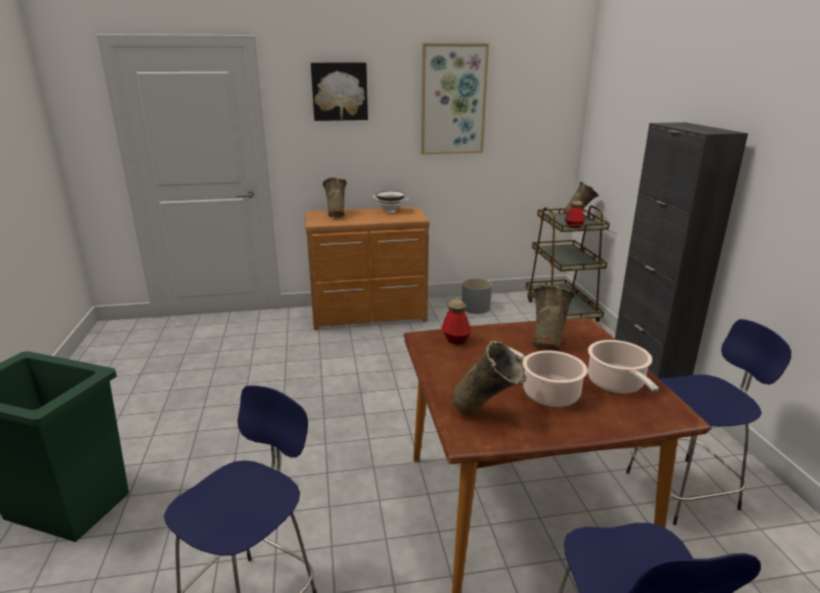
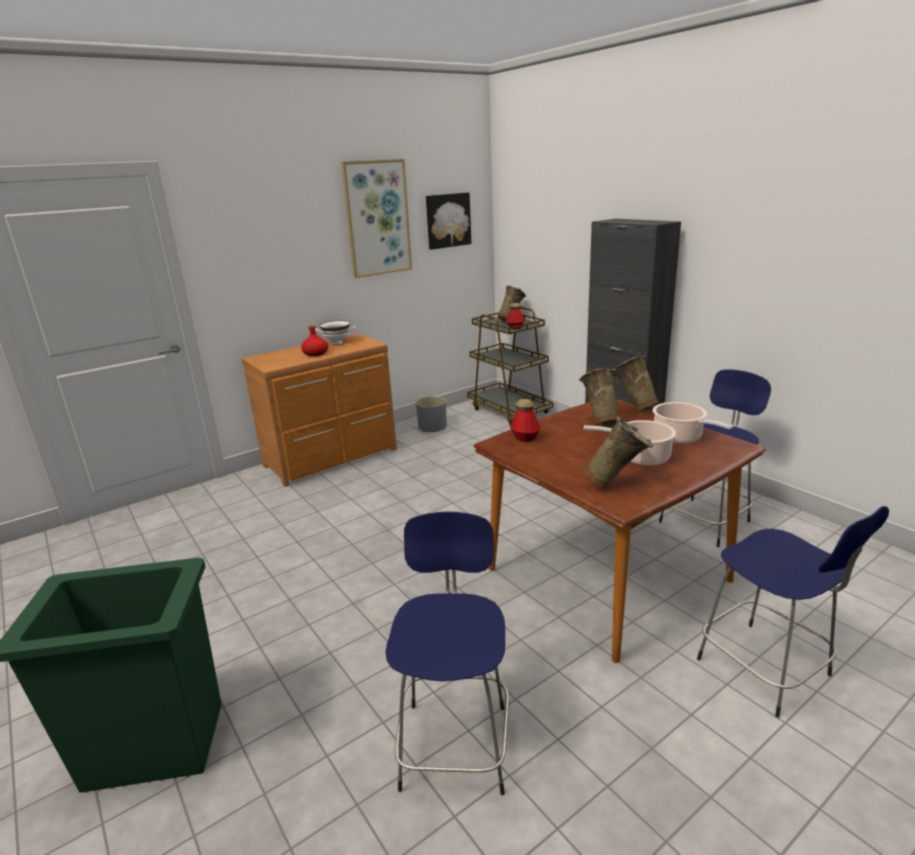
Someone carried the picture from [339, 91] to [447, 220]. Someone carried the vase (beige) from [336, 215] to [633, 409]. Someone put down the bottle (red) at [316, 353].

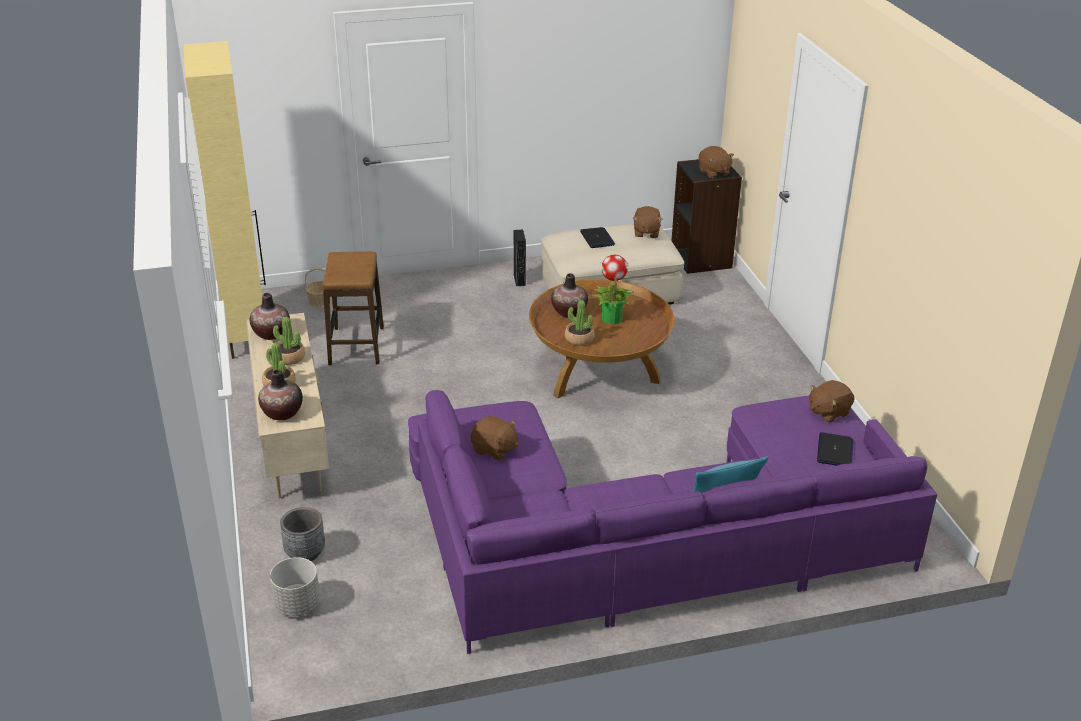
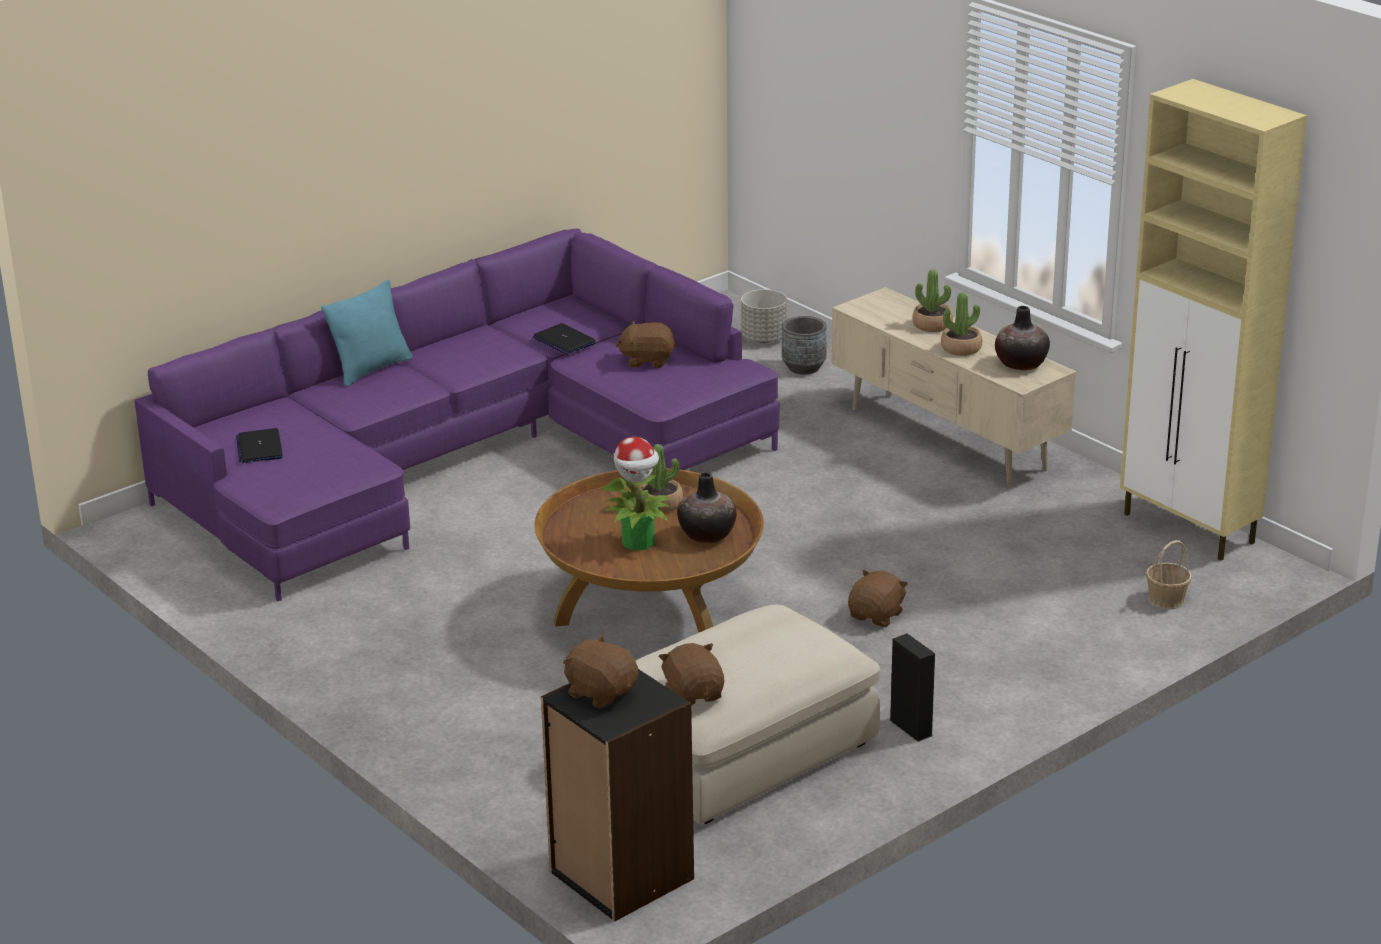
Someone carried the laptop from [597, 238] to [564, 341]. Someone took away the stool at [356, 346]. Someone took away the vase at [282, 413]. Someone carried the plush toy (brown) from [828, 412] to [877, 616].

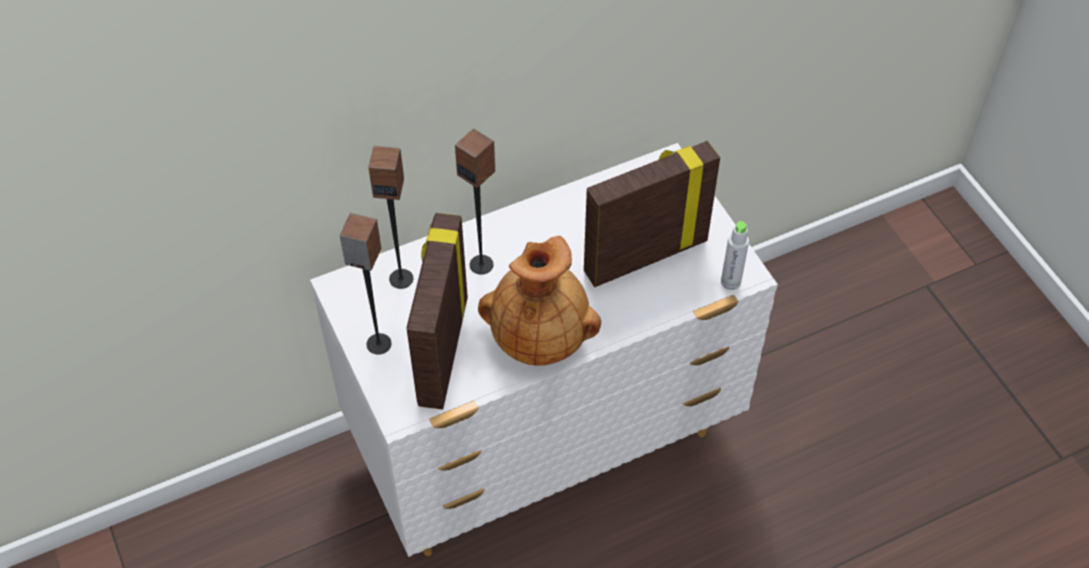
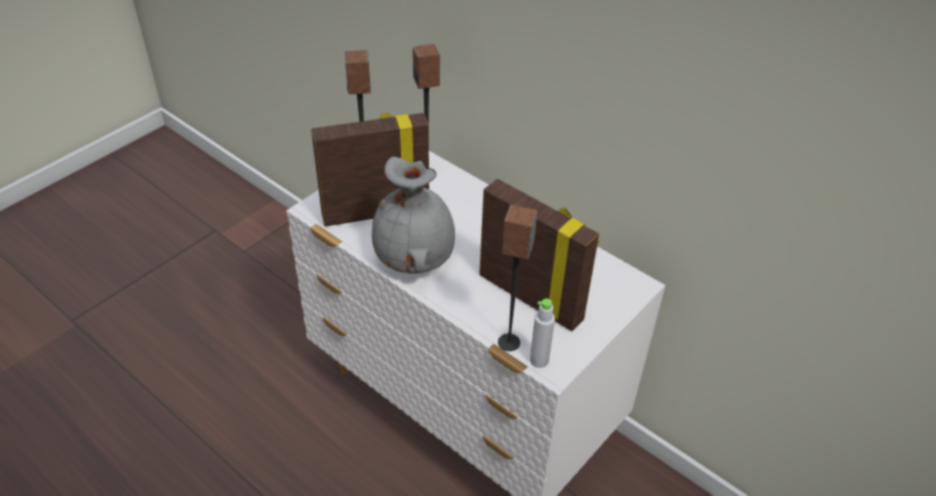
Someone carried the speaker from [481, 264] to [509, 342]. Someone repainted the vase (brown) at [540, 337], which became the vase (grey) at [415, 259].

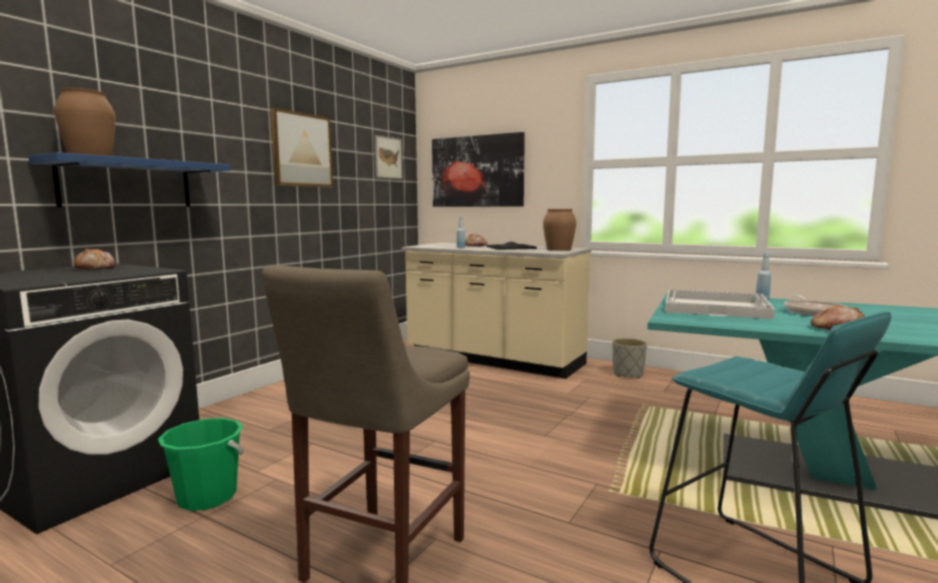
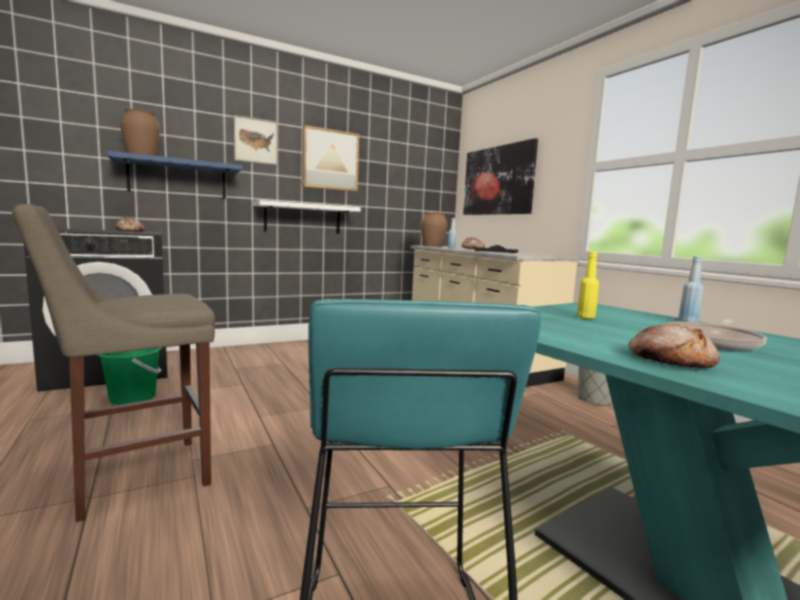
Someone carried the picture from [388, 157] to [256, 141]. Someone carried the vase (brown) from [558, 249] to [432, 246]. Someone swapped the tray (white) at [716, 307] for the bottle (yellow) at [585, 317]. Someone put up the shelf (white) at [303, 218].

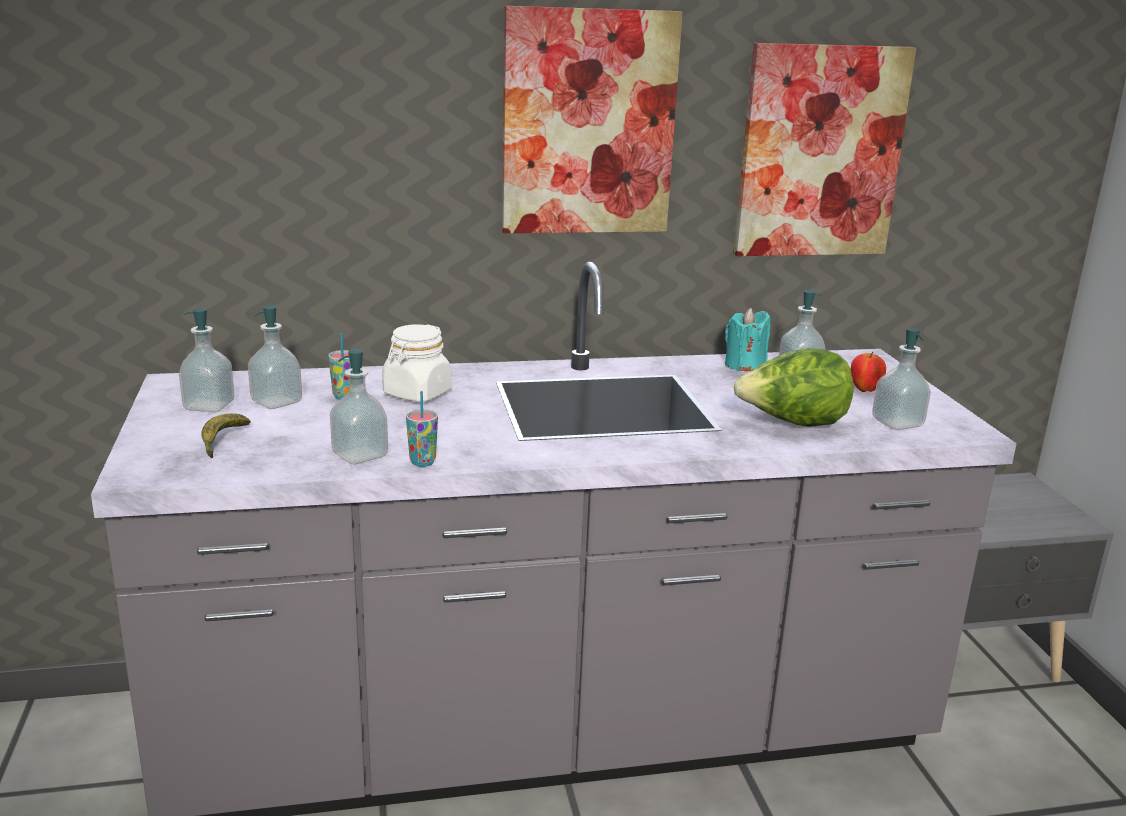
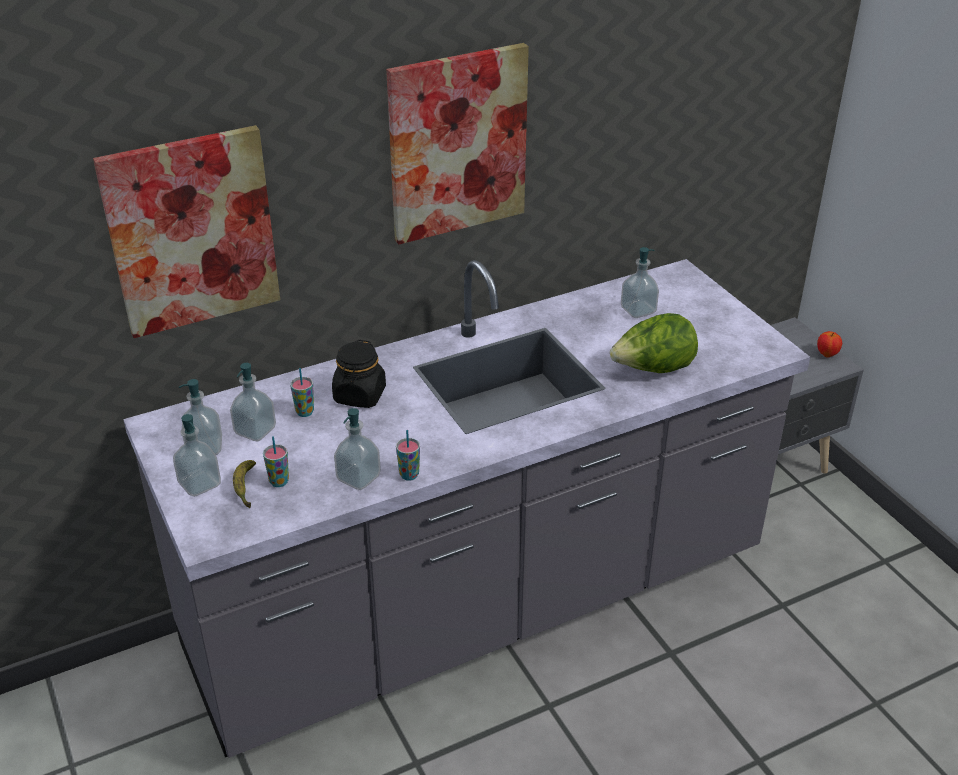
Someone carried the picture from [820, 152] to [191, 231]. Someone took away the candle (turquoise) at [745, 365]. Someone repainted the jar (white) at [417, 393], which became the jar (black) at [359, 395]. Someone carried the soap dispenser from [897, 423] to [200, 484]. Someone carried the apple from [865, 390] to [827, 354]. Someone put down the cup at [279, 482].

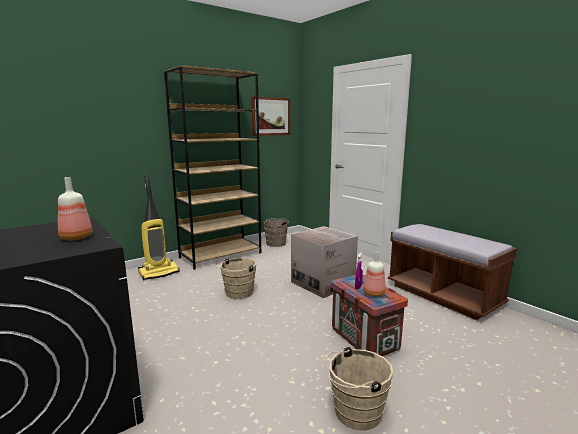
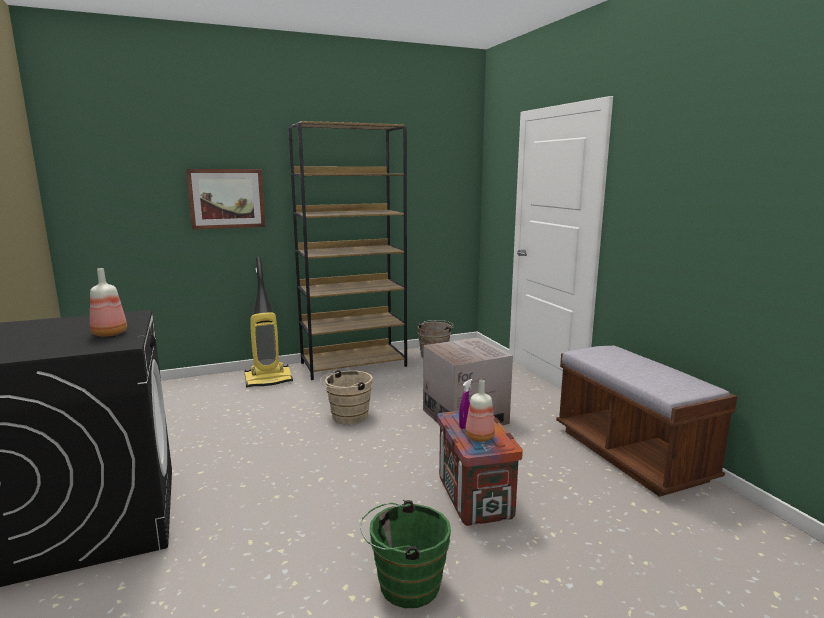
Someone carried the picture from [271, 116] to [226, 198]. Someone repainted the bucket (beige) at [354, 412], which became the bucket (green) at [404, 585].

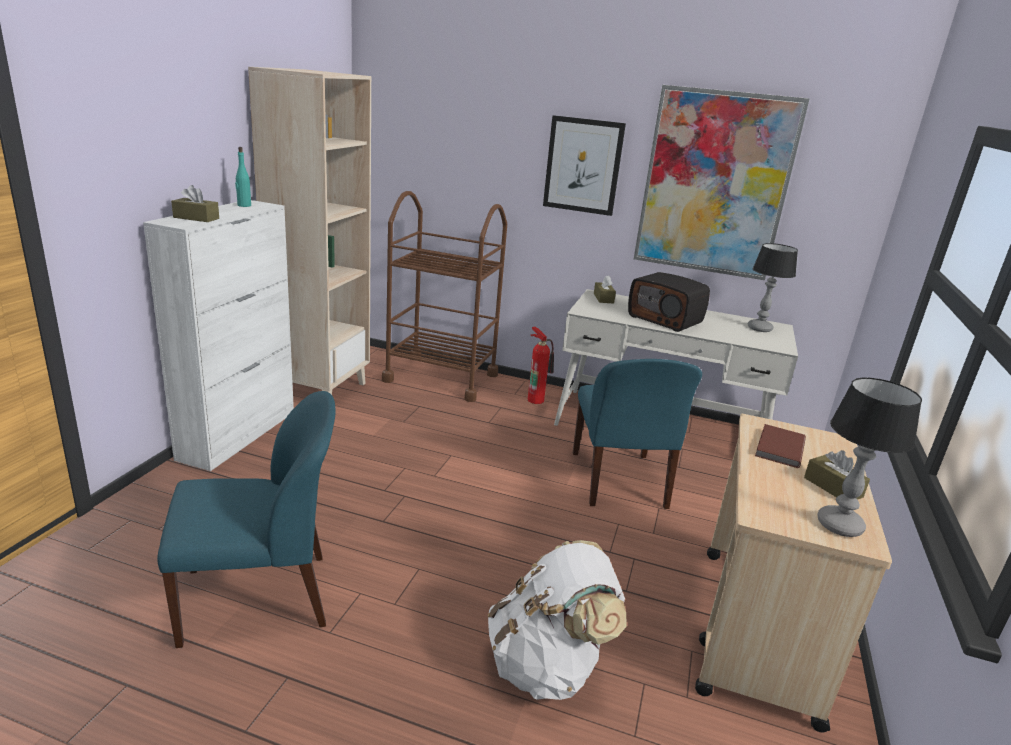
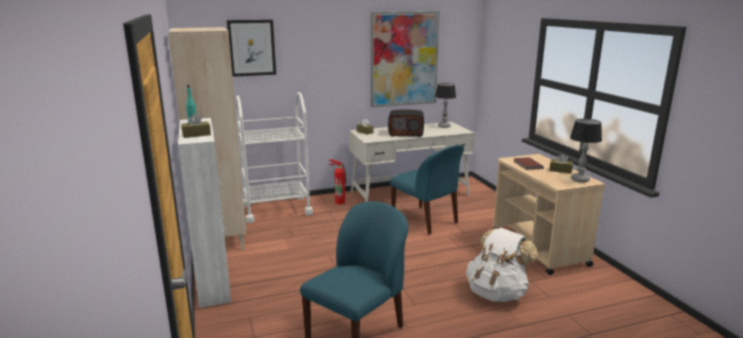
Someone carried the picture from [583, 165] to [252, 48]. Someone repainted the cart (brown) at [441, 377], which became the cart (white) at [276, 209].

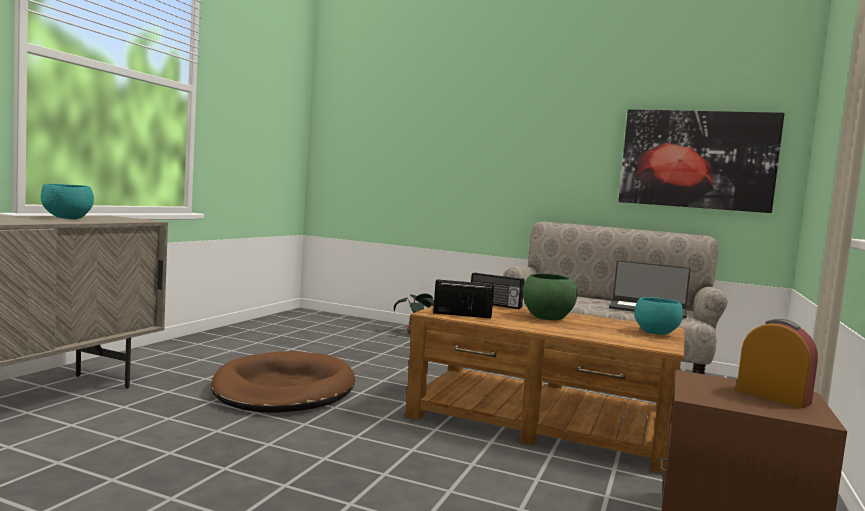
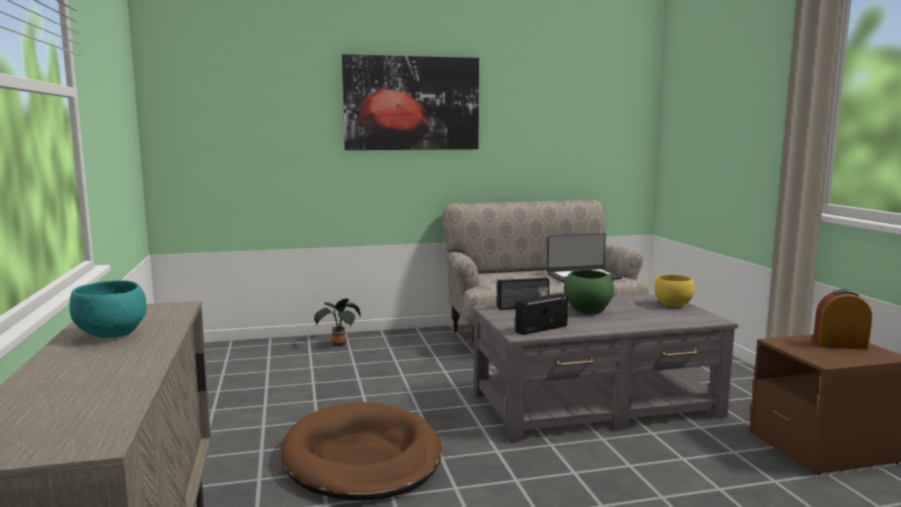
Someone carried the picture from [697, 159] to [411, 103]. Someone repainted the bowl (turquoise) at [654, 333], which became the bowl (yellow) at [672, 305]. Someone repainted the coffee table (brown) at [542, 422], which became the coffee table (grey) at [596, 404].

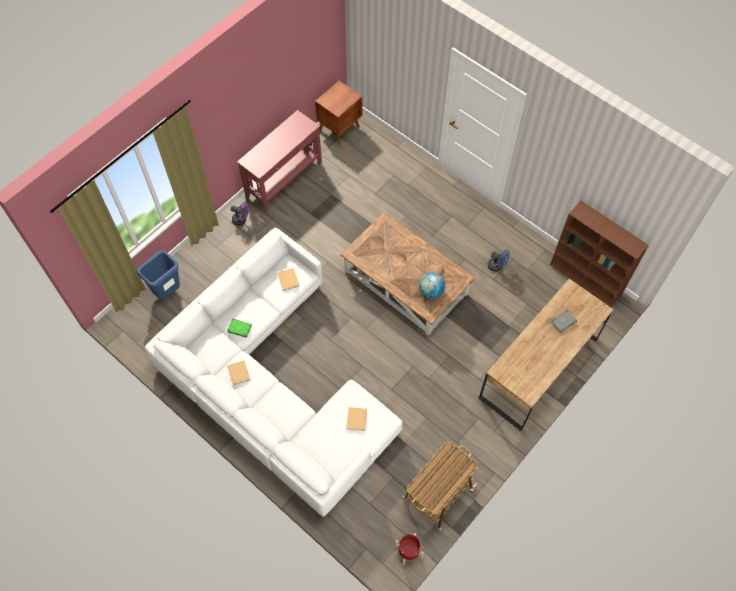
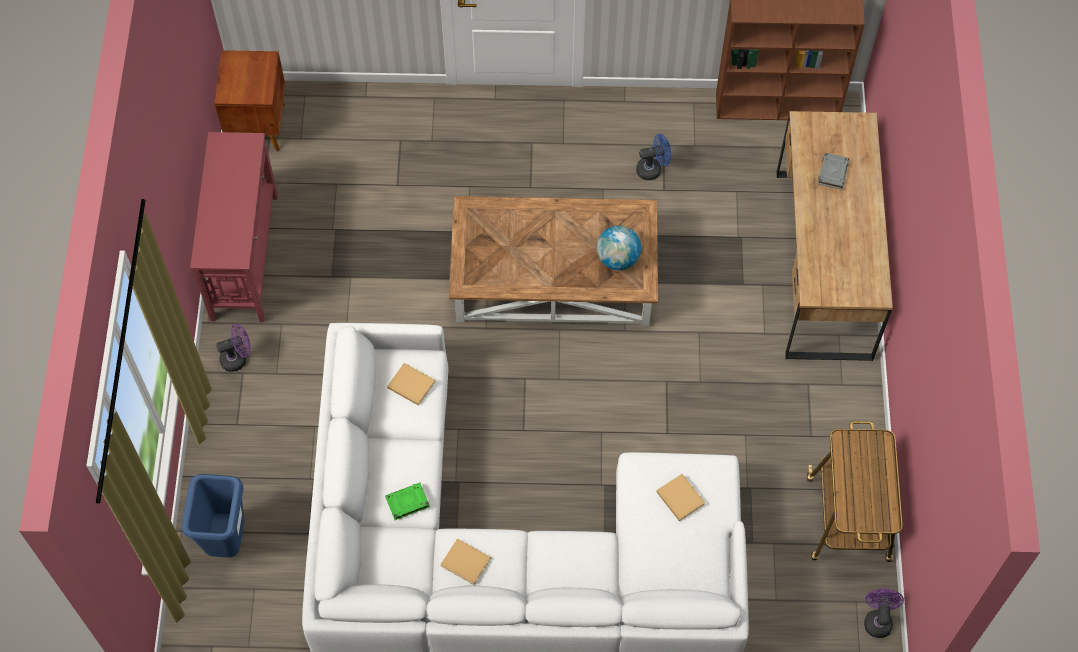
Someone swapped the planter (red) at [408, 552] for the fan (purple) at [877, 619].

